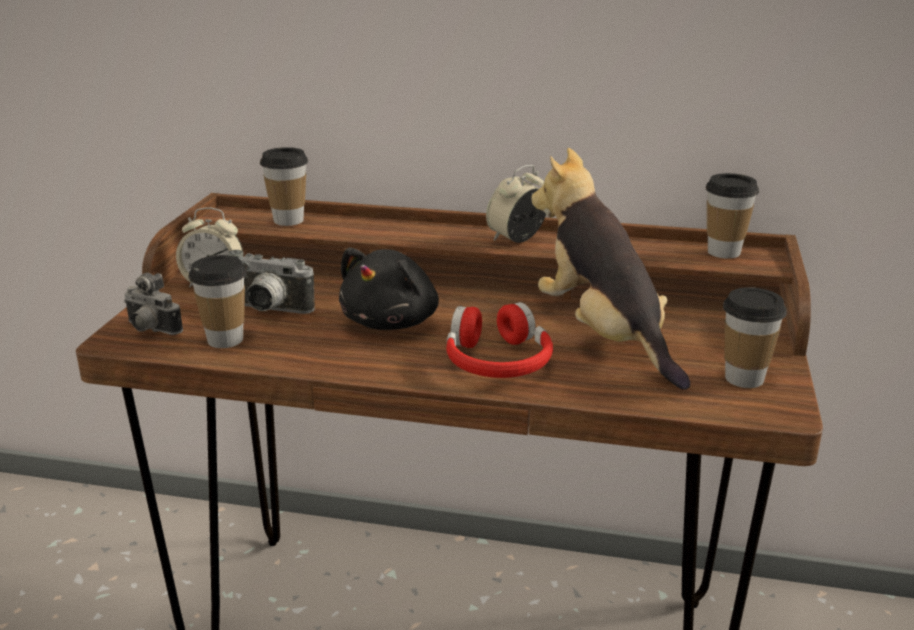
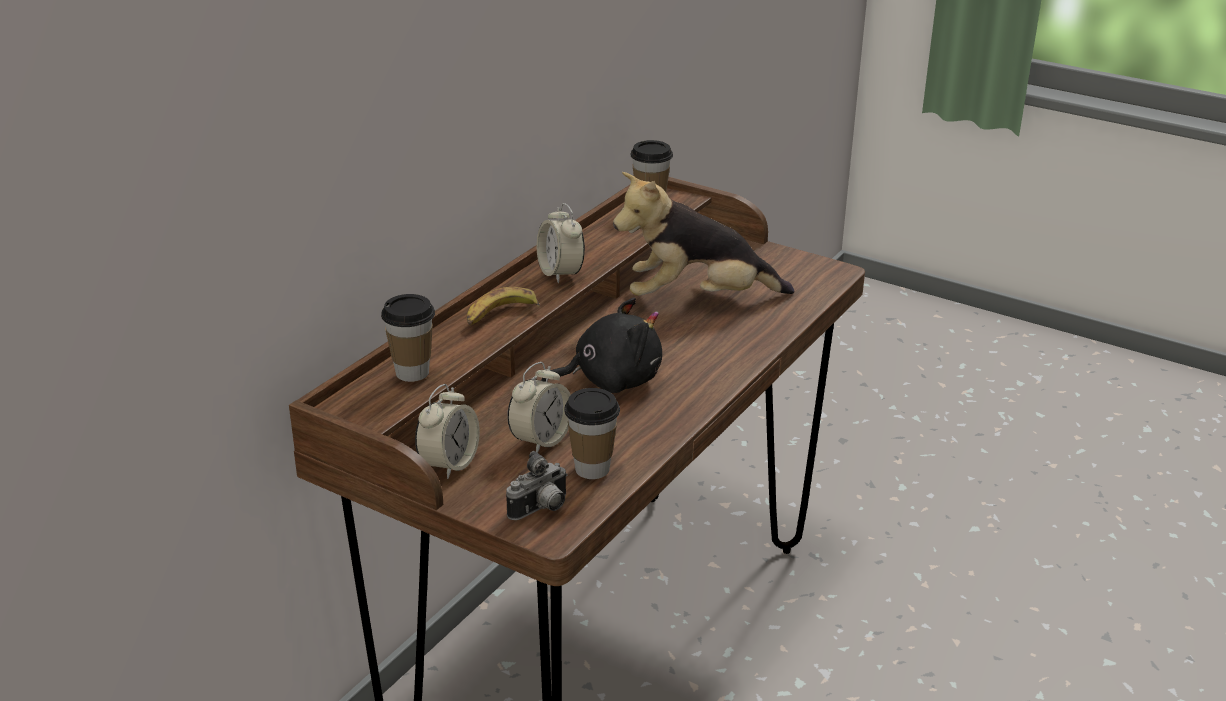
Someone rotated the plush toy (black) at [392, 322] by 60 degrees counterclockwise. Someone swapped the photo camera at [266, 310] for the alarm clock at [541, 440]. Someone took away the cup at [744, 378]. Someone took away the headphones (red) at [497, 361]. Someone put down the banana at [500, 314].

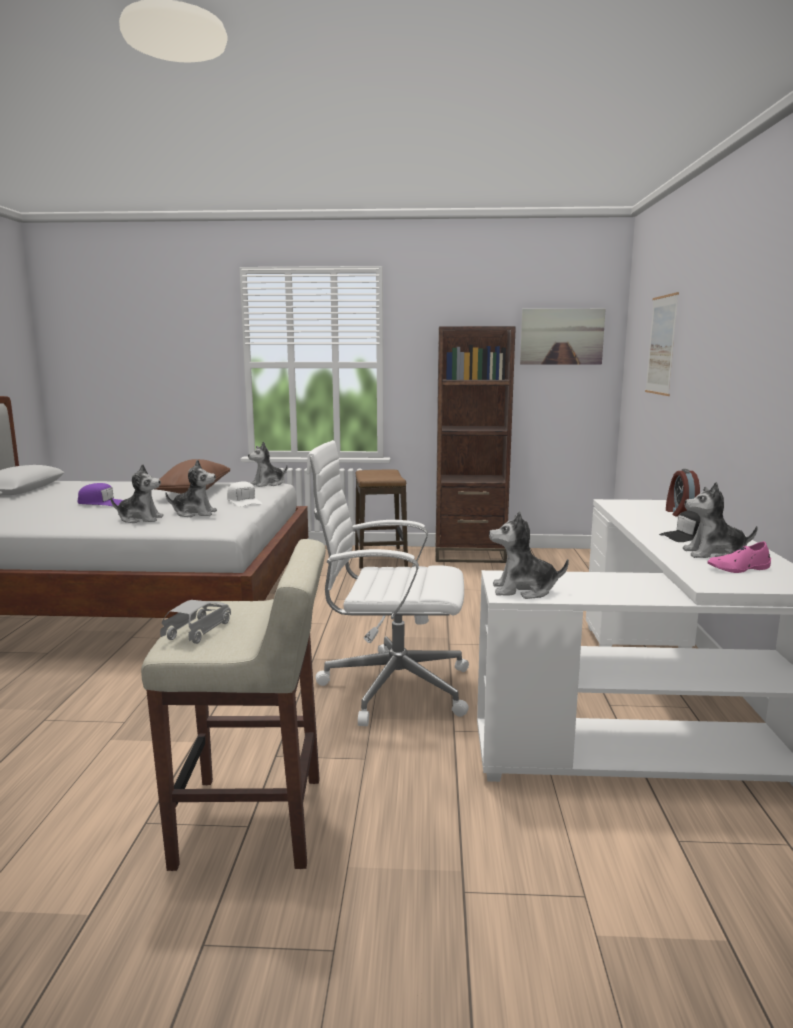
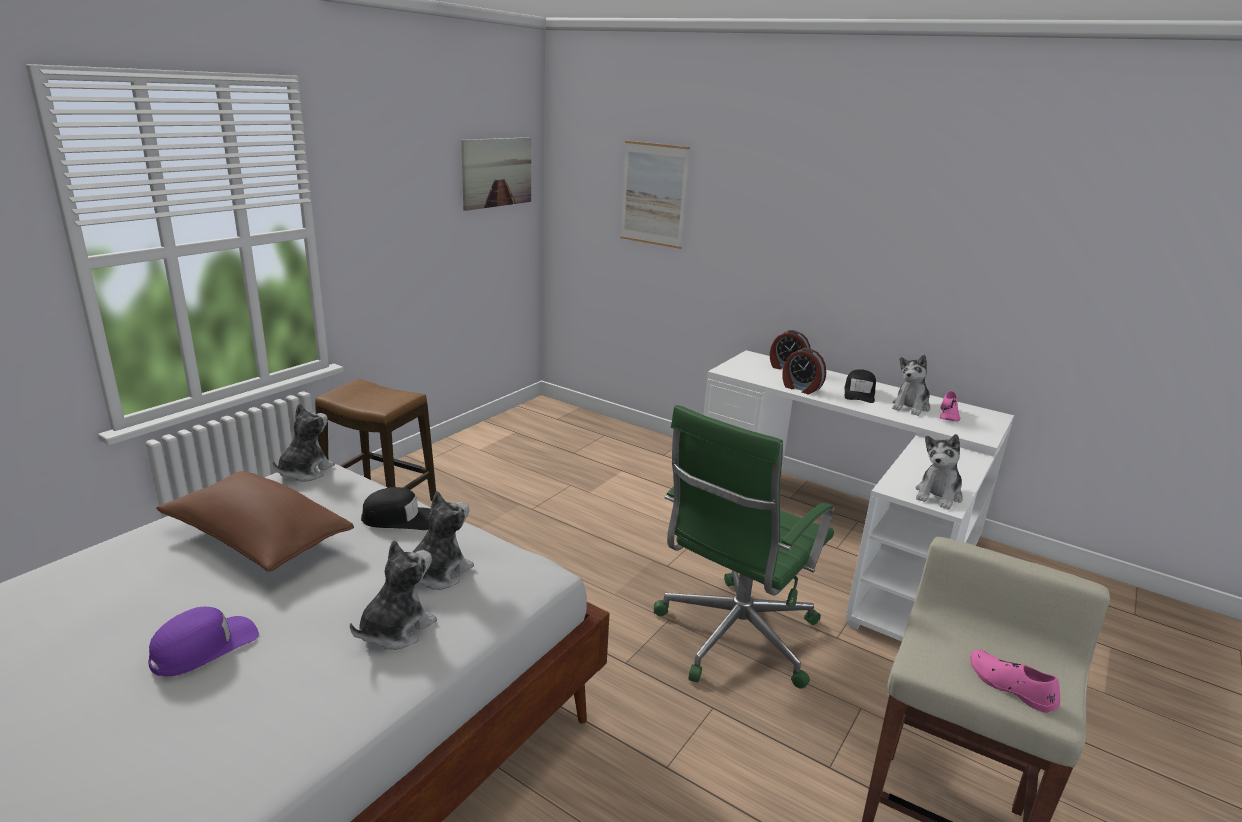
Someone took away the bookcase (brown) at [469, 555]. Someone repainted the office chair (white) at [391, 687], which became the office chair (green) at [734, 637]. Someone rotated the plush toy at [268, 484] by 150 degrees counterclockwise. Someone repainted the cap (white) at [243, 501], which became the cap (black) at [400, 518]. Someone swapped the toy car (grey) at [199, 631] for the shoe (pink) at [1010, 686]. Someone put down the alarm clock at [801, 388].

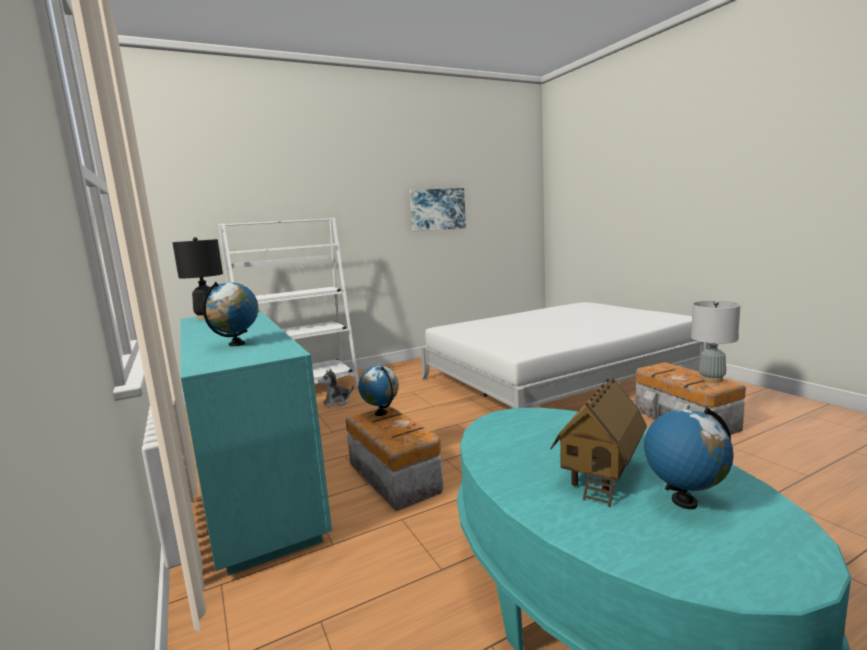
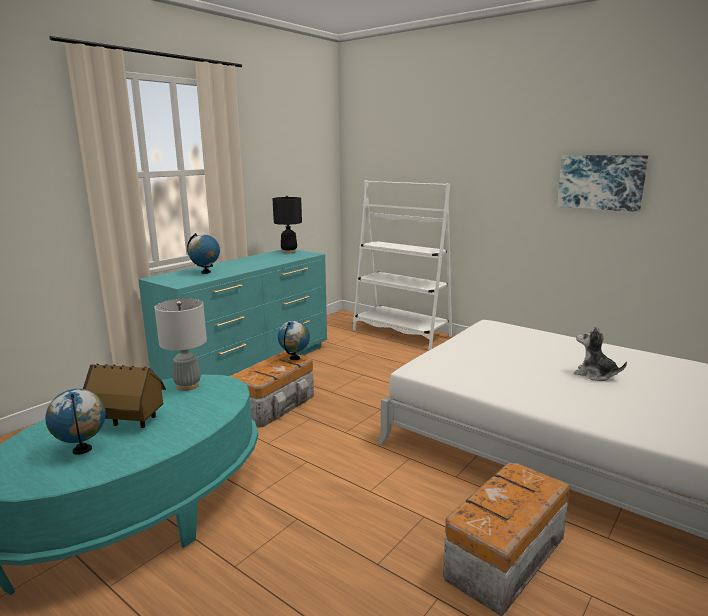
Someone carried the table lamp (grey) from [711, 379] to [188, 386]. Someone carried the plush toy from [337, 402] to [595, 375].

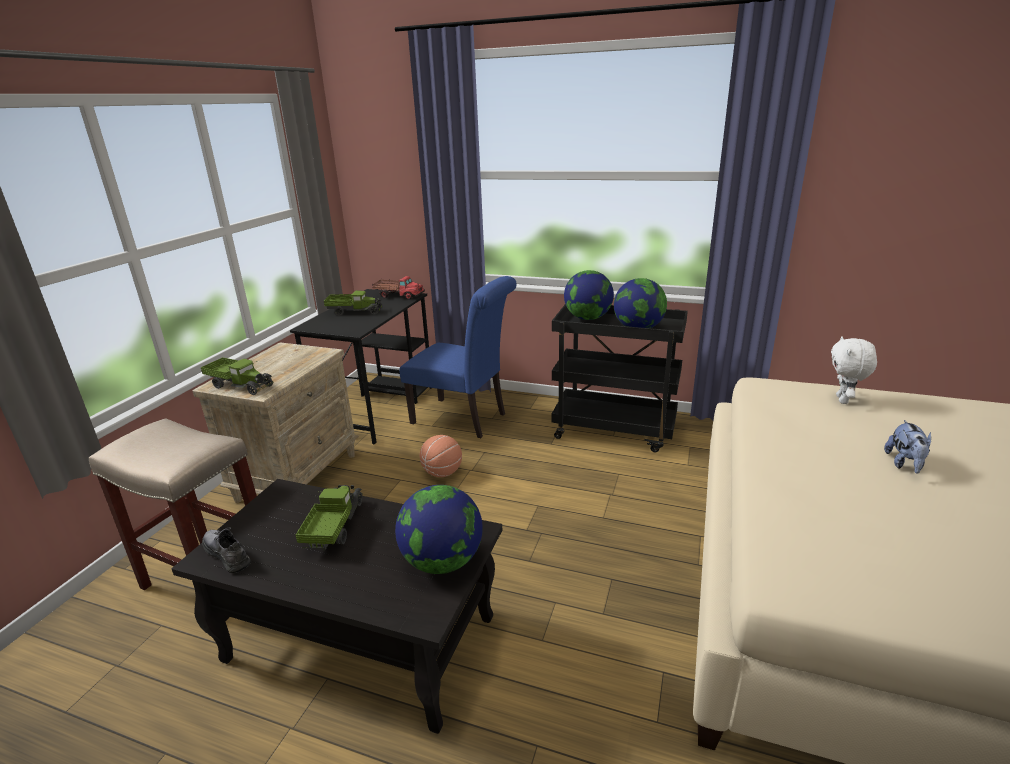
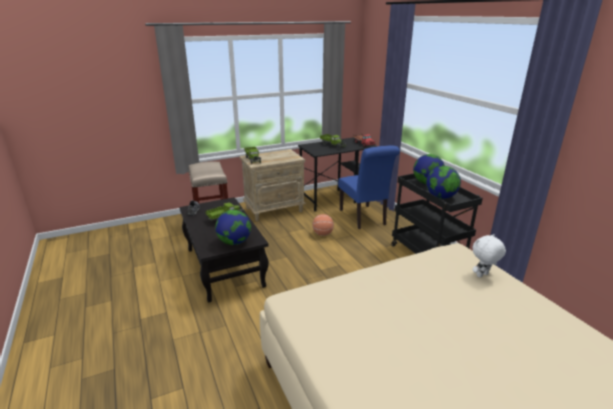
Someone took away the plush toy at [904, 464].

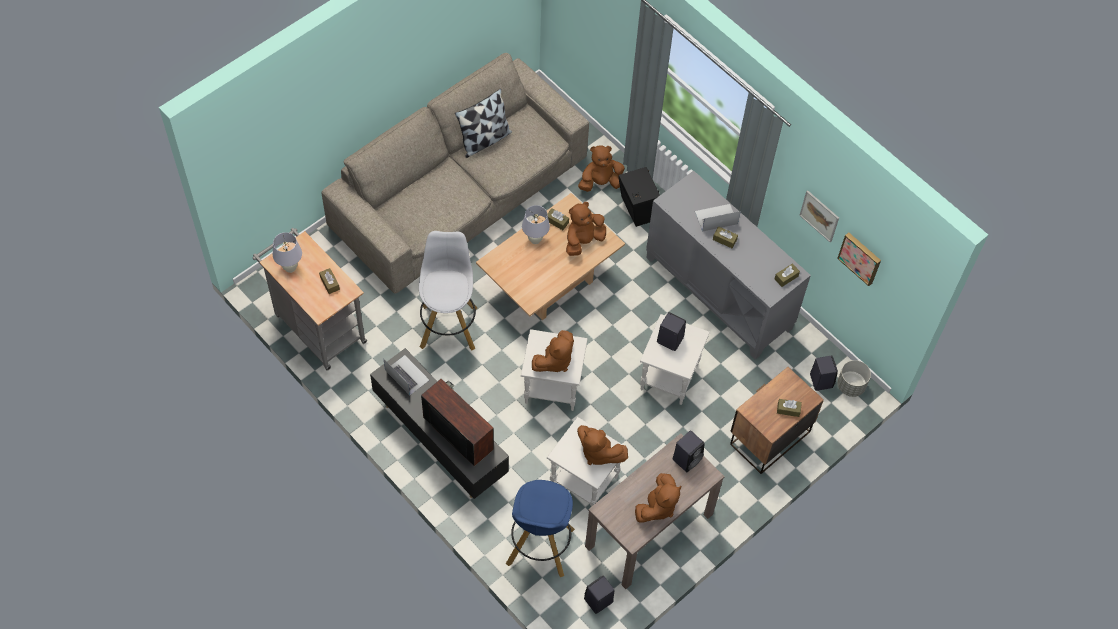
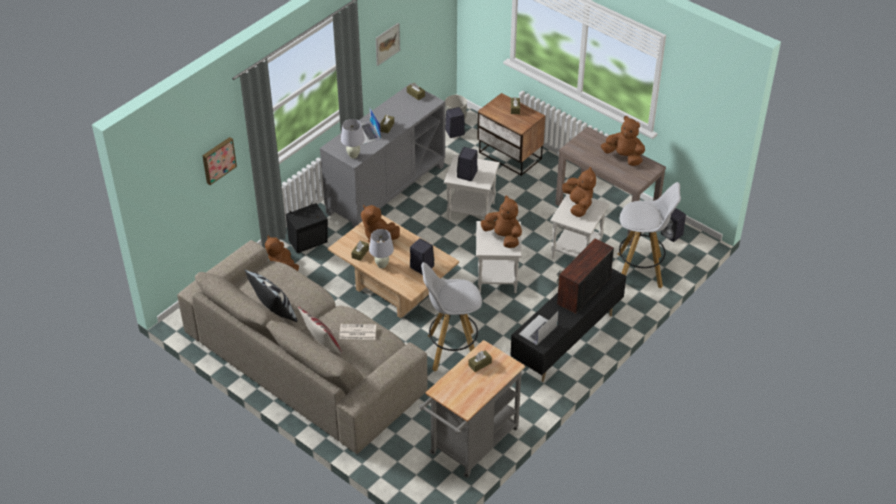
Someone carried the table lamp (white) from [290, 268] to [353, 155]. Someone carried the picture from [860, 257] to [218, 160]. Someone rotated the plush toy (brown) at [598, 452] by 45 degrees counterclockwise. Someone carried the speaker (black) from [687, 458] to [421, 267]. Someone repainted the stool (blue) at [540, 548], which became the stool (white) at [641, 270]. Someone put down the pillow at [322, 344]. Someone put down the newspaper at [357, 332].

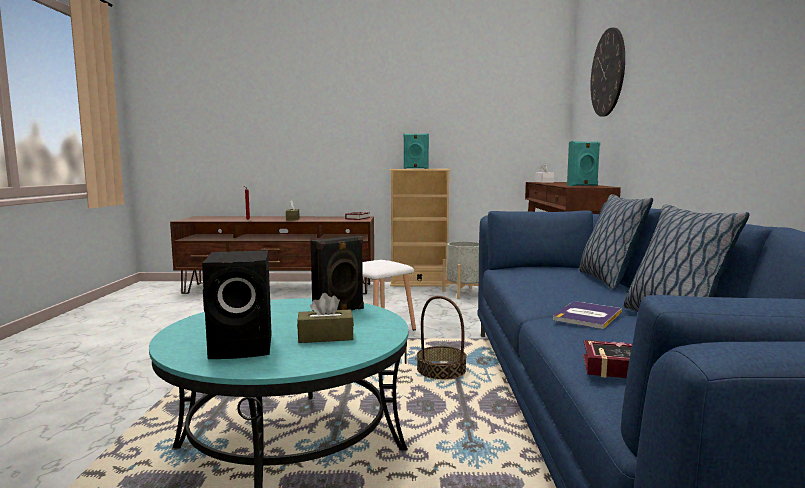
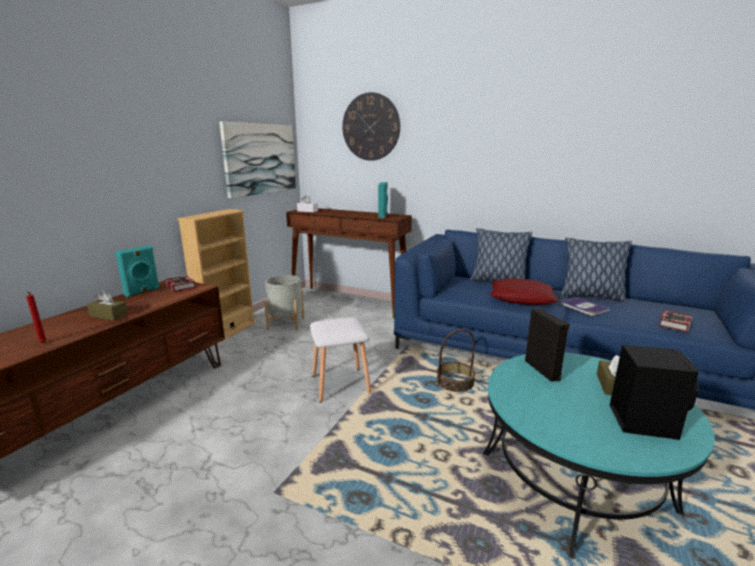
Someone carried the speaker (turquoise) from [415, 168] to [142, 292]. Someone put up the picture at [260, 159]. Someone put down the pillow (red) at [521, 298].

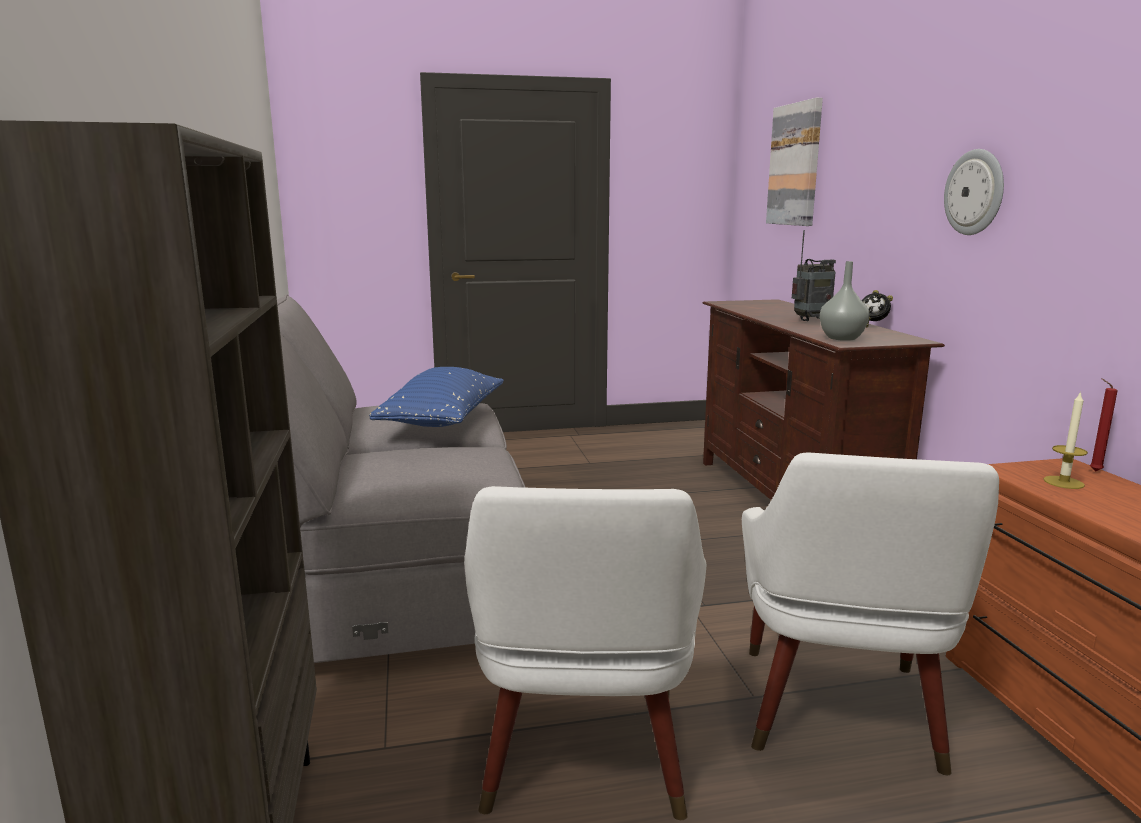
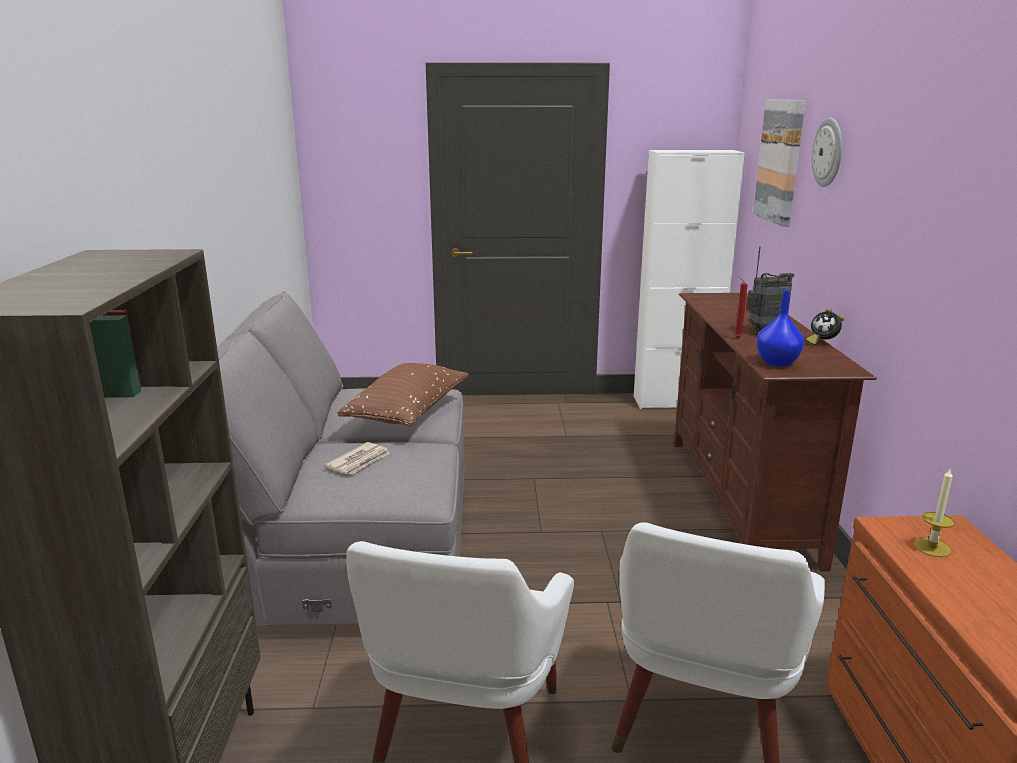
Someone carried the wall clock from [975, 192] to [828, 152]. Someone repainted the vase (grey) at [841, 338], which became the vase (blue) at [776, 362]. Someone repainted the pillow (blue) at [443, 420], which became the pillow (brown) at [408, 412]. Someone carried the candle (red) from [1093, 471] to [736, 338]. Someone put down the cabinet (white) at [674, 402]. Someone put down the newspaper at [359, 461].

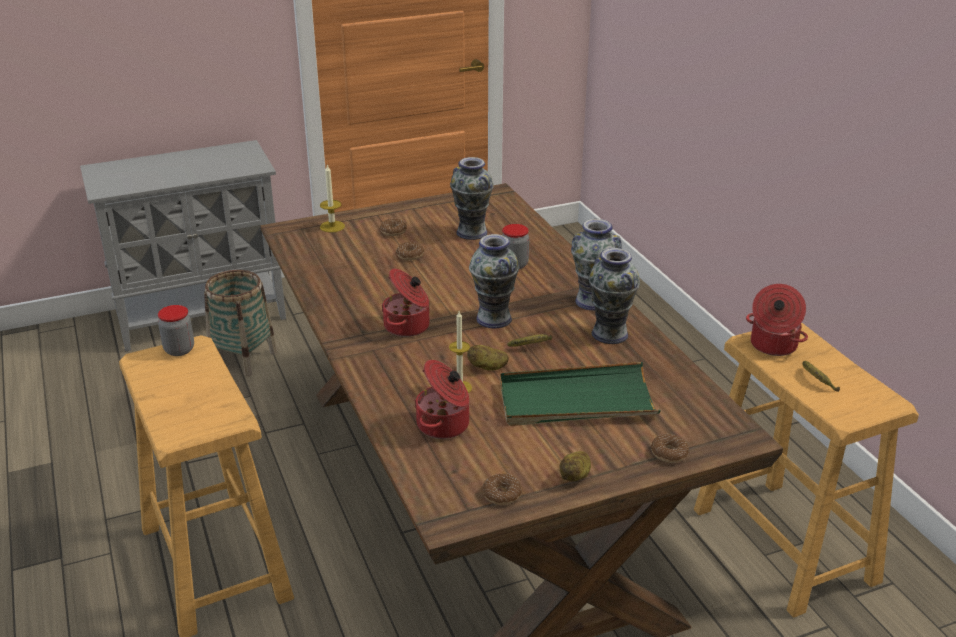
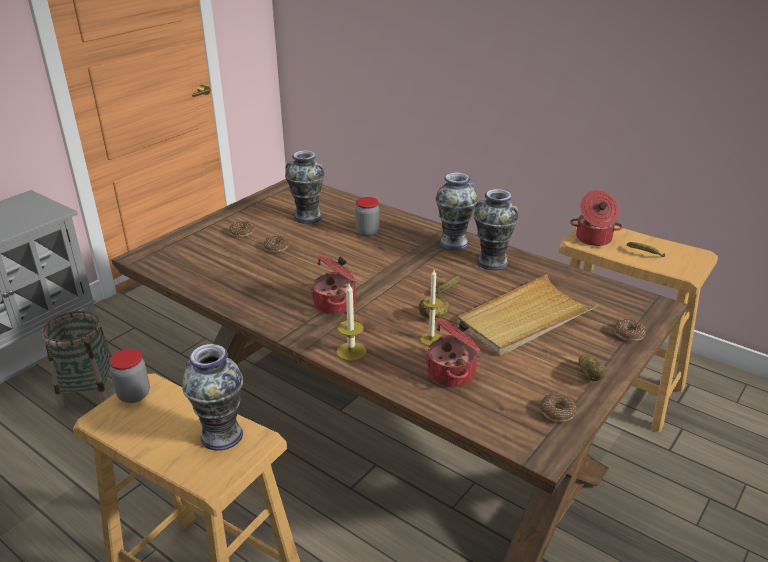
Someone carried the candle from [332, 226] to [351, 351]. Someone carried the vase from [494, 318] to [222, 435]. Someone repainted the tray (green) at [576, 400], which became the tray (beige) at [525, 319].

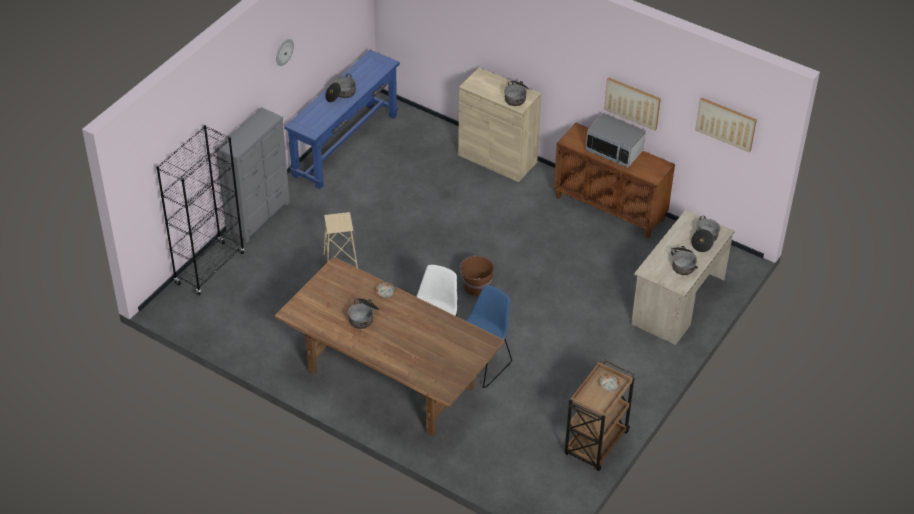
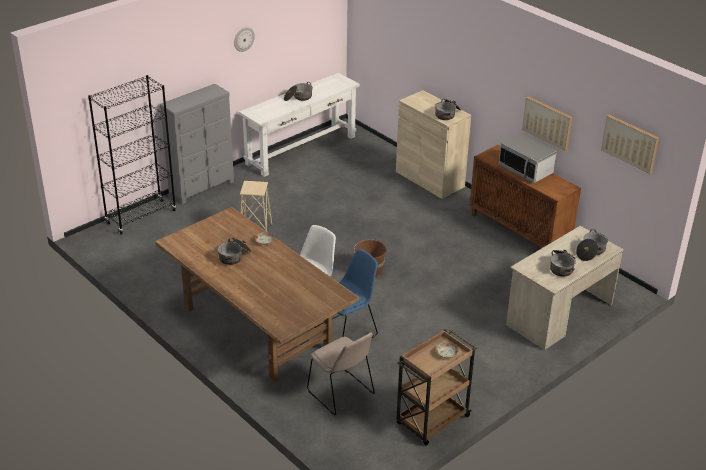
Someone repainted the console table (blue) at [345, 145], which became the console table (white) at [301, 150]. Someone put down the chair (beige) at [341, 394].

